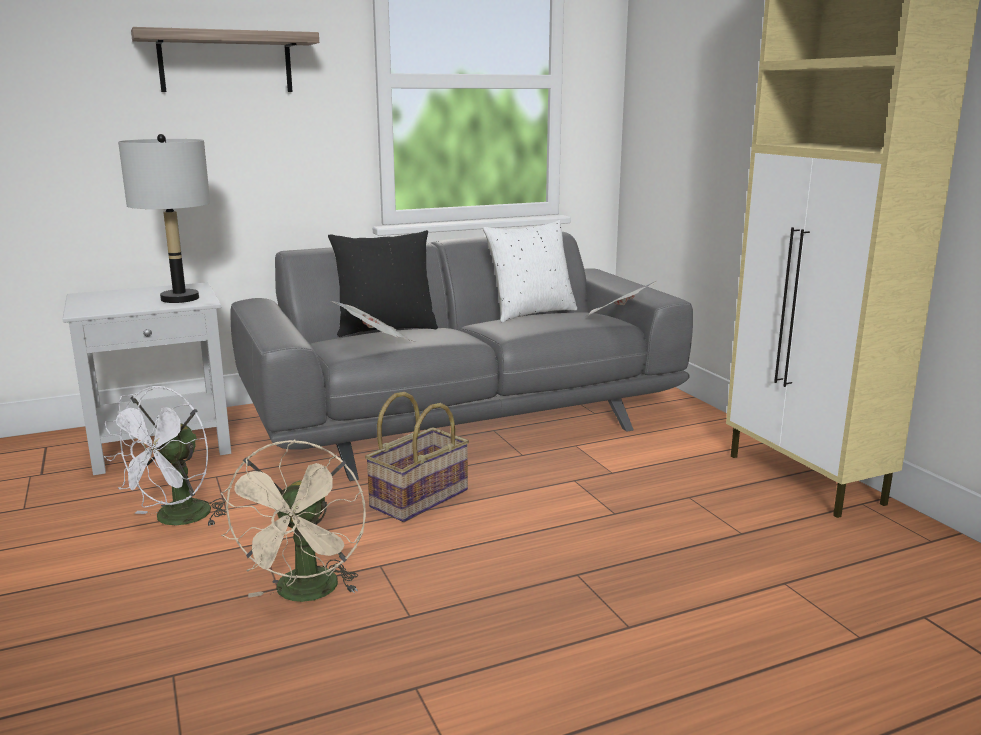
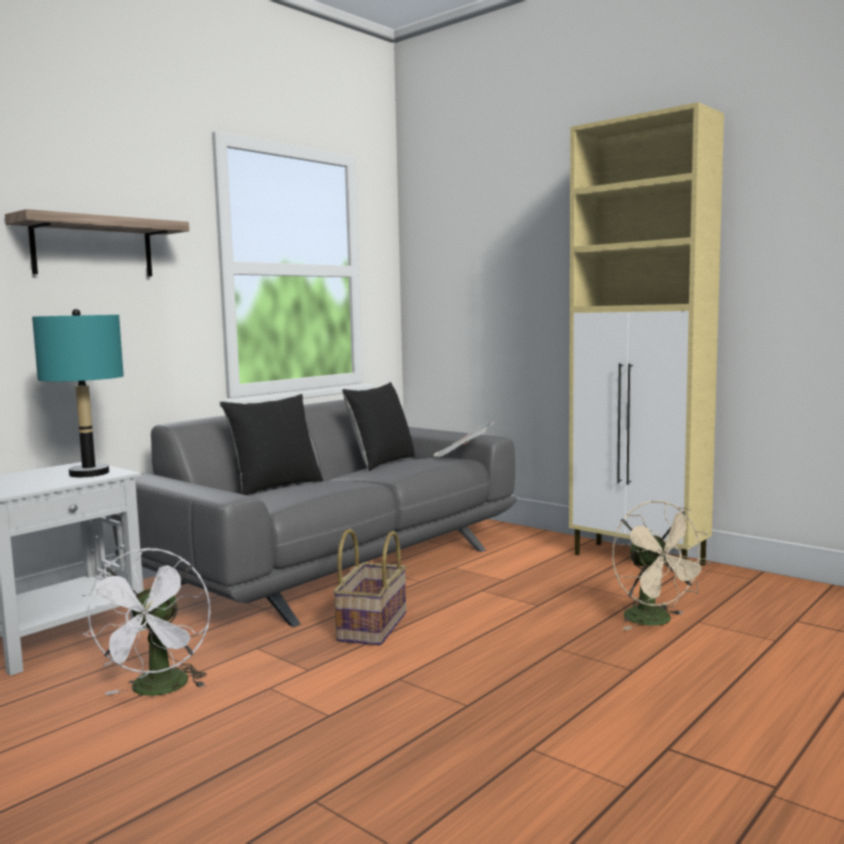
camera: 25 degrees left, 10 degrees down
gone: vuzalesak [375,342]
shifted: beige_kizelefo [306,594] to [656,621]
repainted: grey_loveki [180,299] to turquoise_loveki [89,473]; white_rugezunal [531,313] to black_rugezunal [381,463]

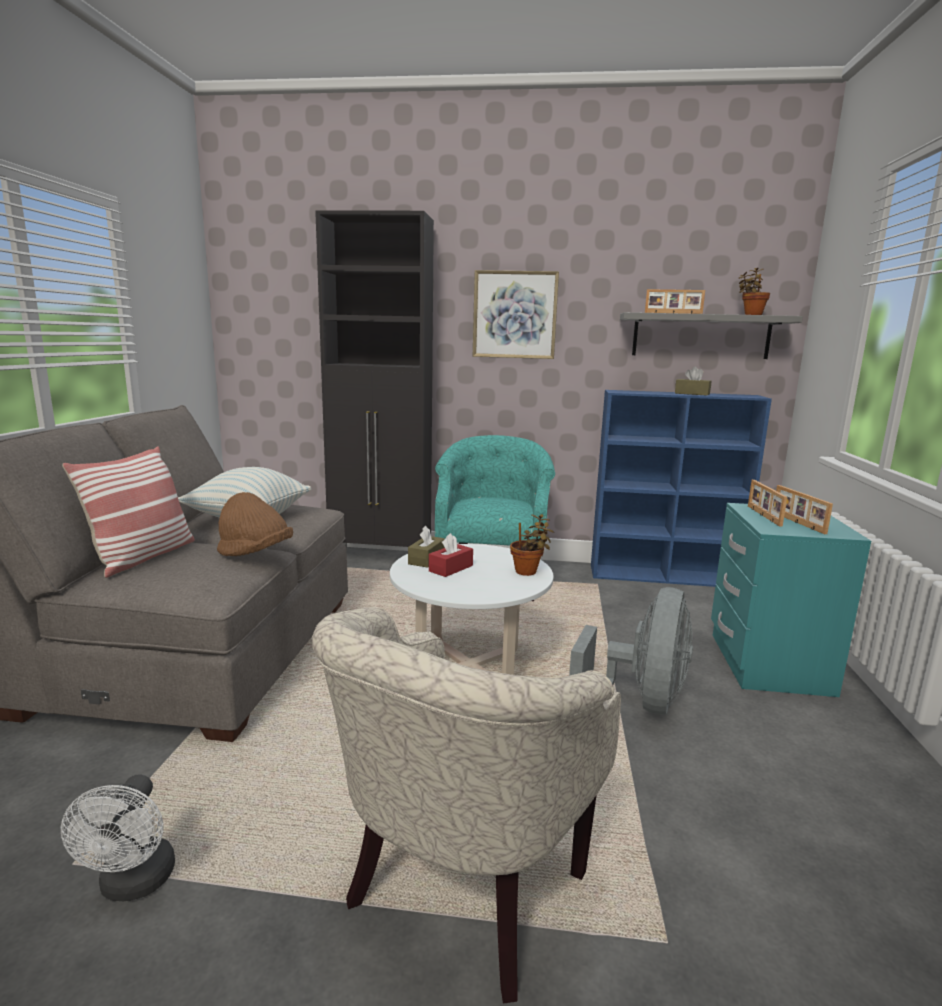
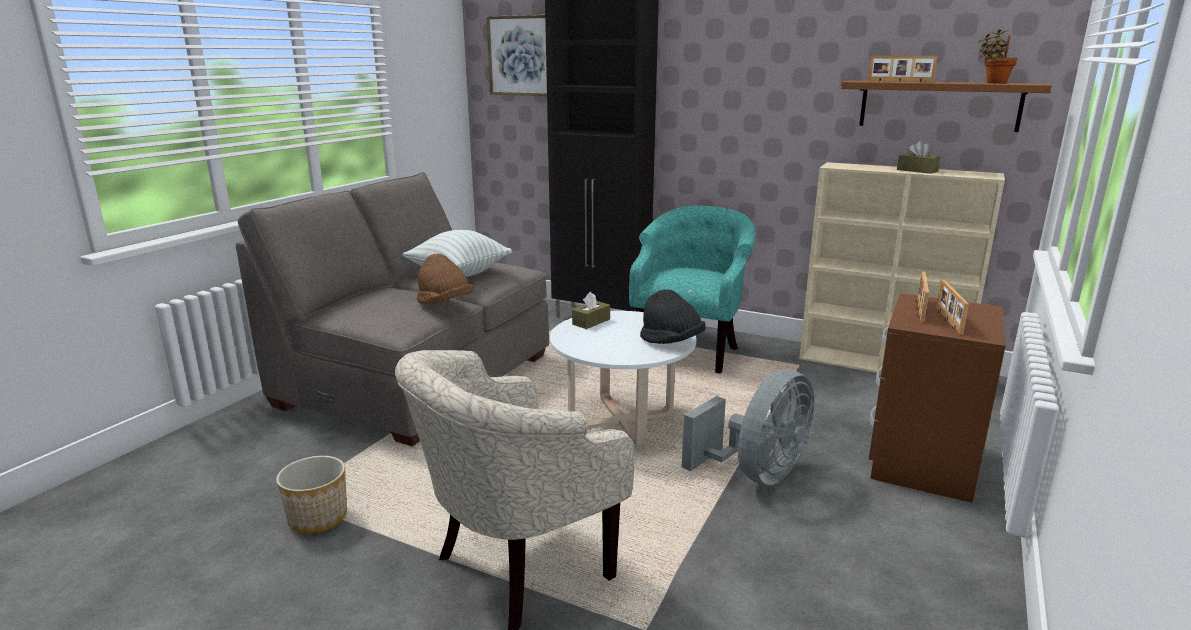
camera: 20 degrees right, 5 degrees up
gone: rugezunal [143,557]; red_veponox [451,568]
shifted: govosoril [514,315] to [521,56]
swapped: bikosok [528,572] to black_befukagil [671,342]; white_kizelefo [133,885] to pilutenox [319,518]
repainted: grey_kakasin [701,336] to brown_kakasin [939,105]; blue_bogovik [665,576] to beige_bogovik [882,365]; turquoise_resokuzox [766,663] to brown_resokuzox [920,462]

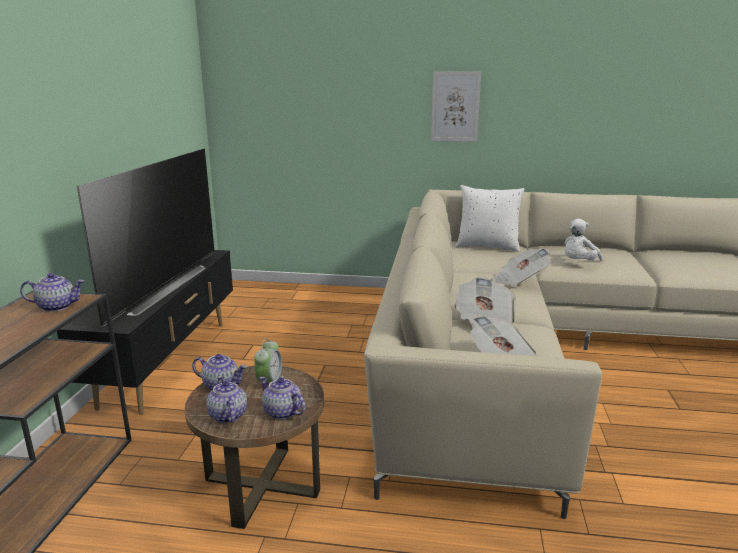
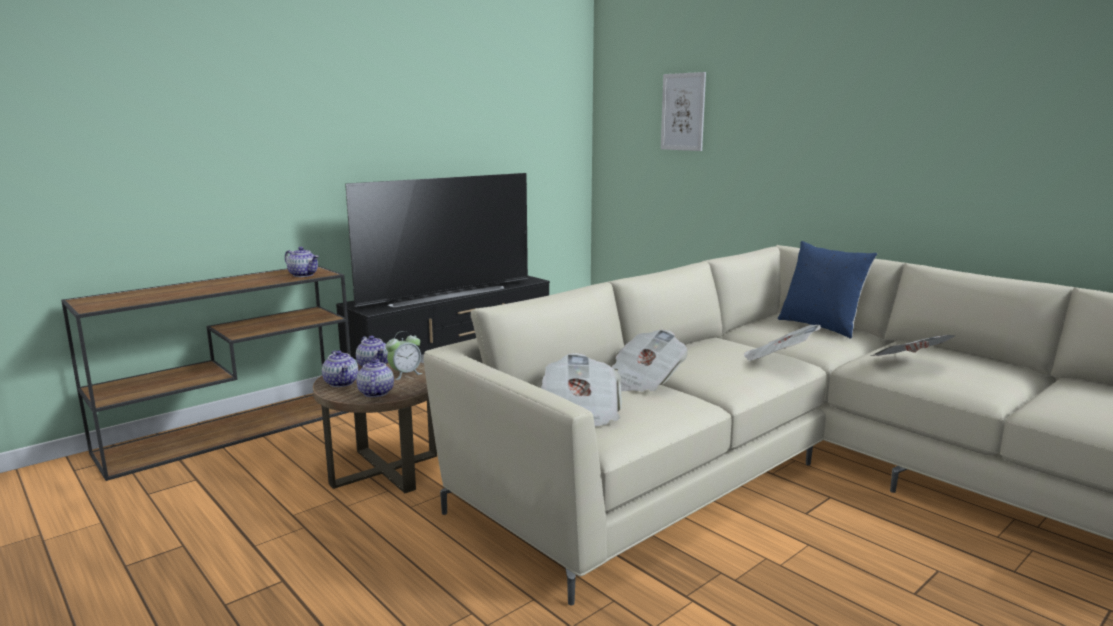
camera: 40 degrees right, 5 degrees down
shifted: govosoril [455,107] to [683,112]
swapped: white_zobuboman [578,263] to vuzalesak [908,364]
repainted: white_rugezunal [487,246] to blue_rugezunal [821,326]
rotated: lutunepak [227,415] = [342,383] 135 degrees clockwise

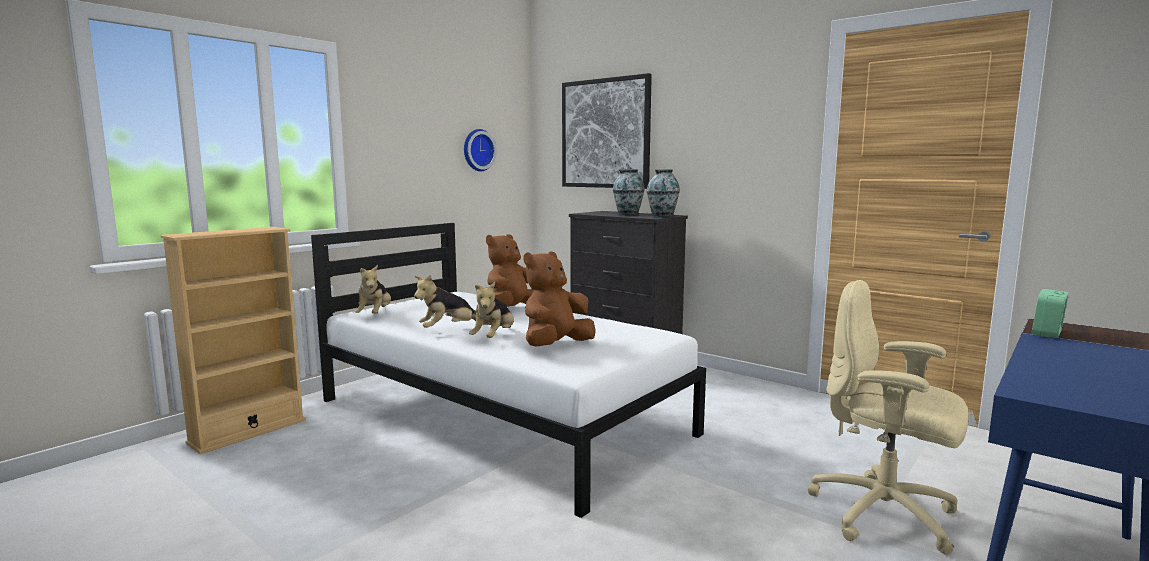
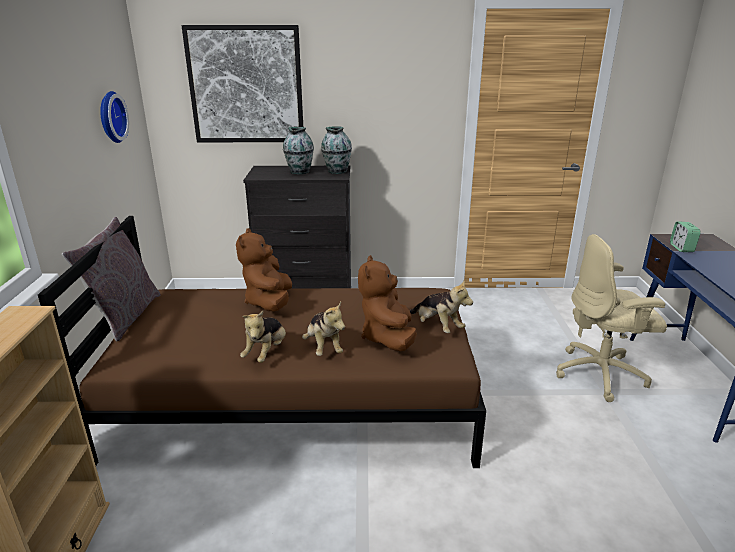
camera: 40 degrees left, 15 degrees up
new: grey_rugezunal [125,316]
shifted: zobuboman [375,315] to [437,327]
repainted: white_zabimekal [501,416] to brown_zabimekal [295,404]

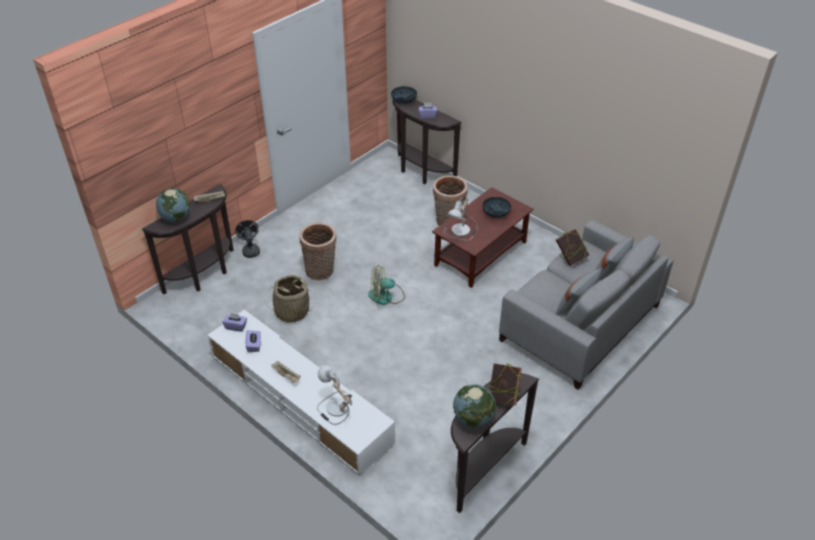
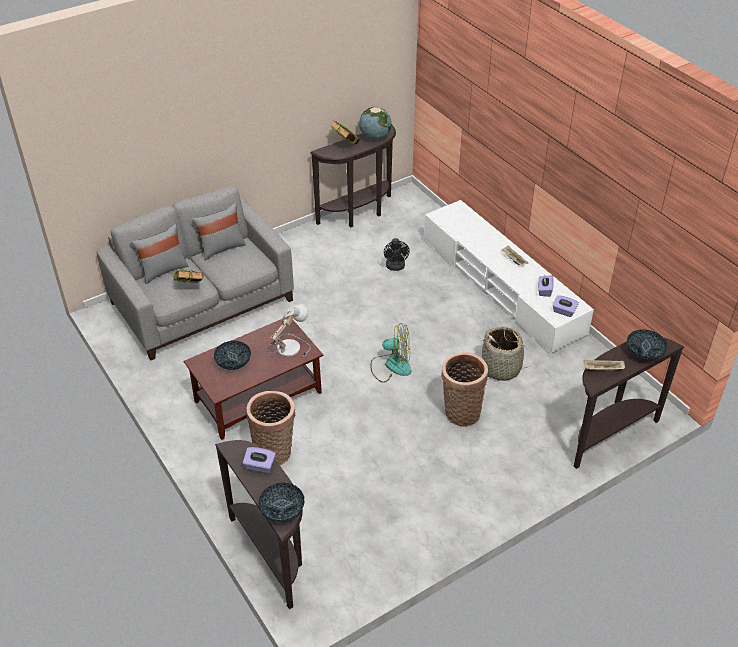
camera: 165 degrees left, 0 degrees up
gone: loveki [334,407]
shifted: black_kizelefo [250,250] to [395,267]
swapped: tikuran [176,217] to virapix [644,352]

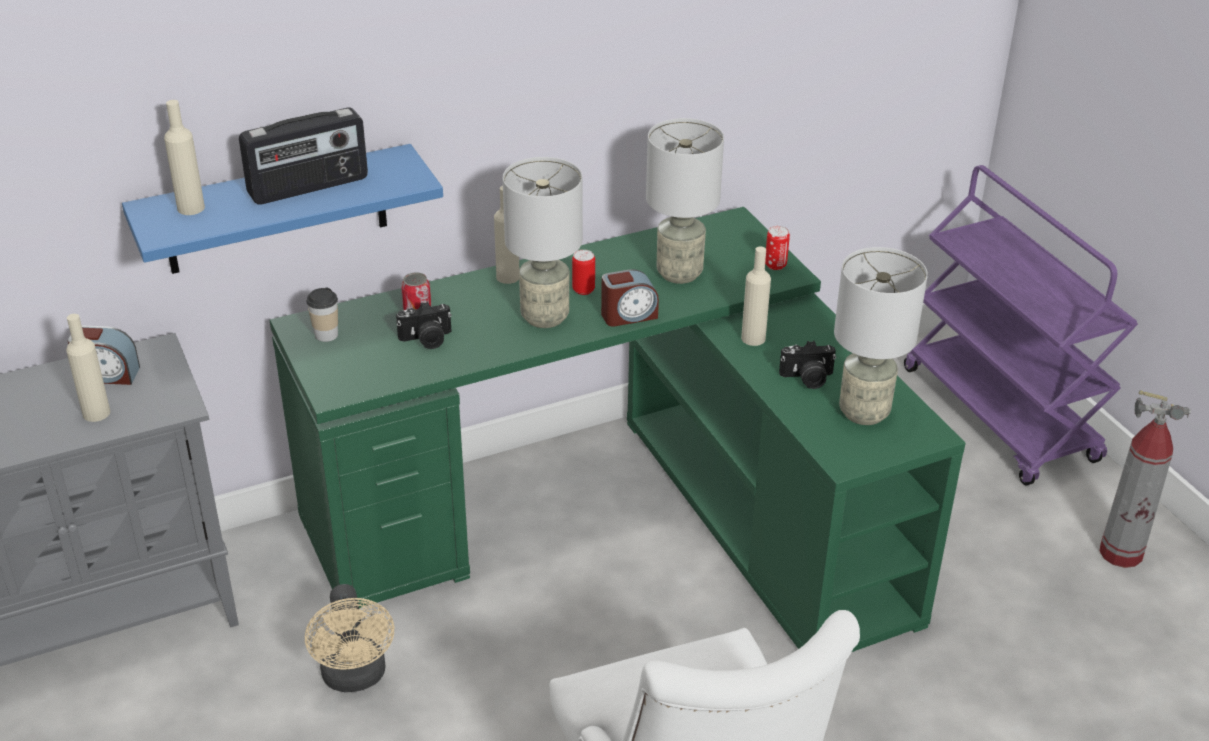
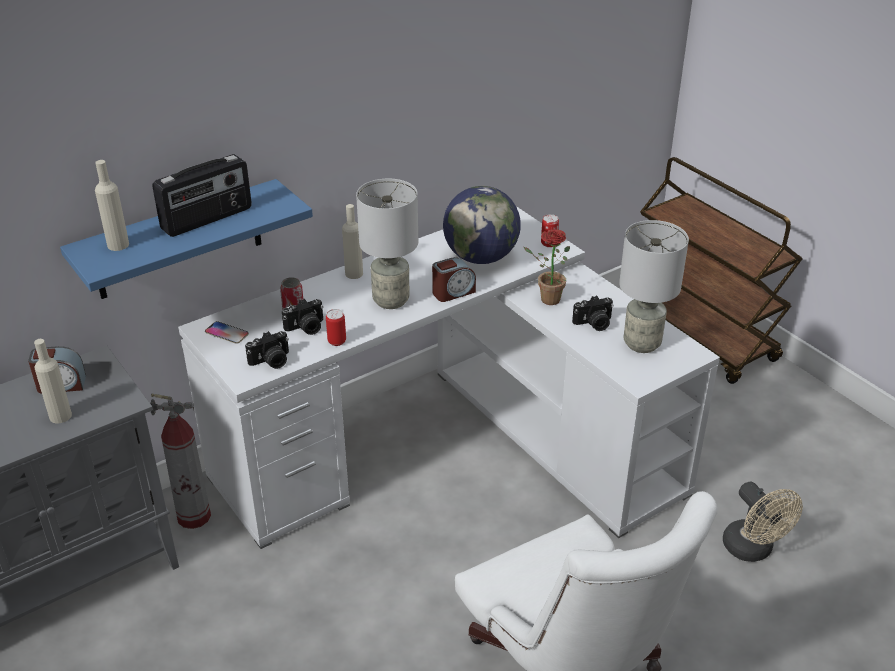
camera: 10 degrees left, 0 degrees up
new: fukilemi [271,361]
shifted: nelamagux [583,290] to [337,341]; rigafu [1121,553] to [194,516]; beige_kizelefo [355,678] to [753,550]
swapped: grey_loveki [679,274] to tikuran [481,257]; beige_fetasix [753,338] to bikosok [546,299]; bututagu [326,335] to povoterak [226,333]
repainted: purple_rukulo [1001,415] to brown_rukulo [701,336]; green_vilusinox [626,516] to white_vilusinox [455,443]

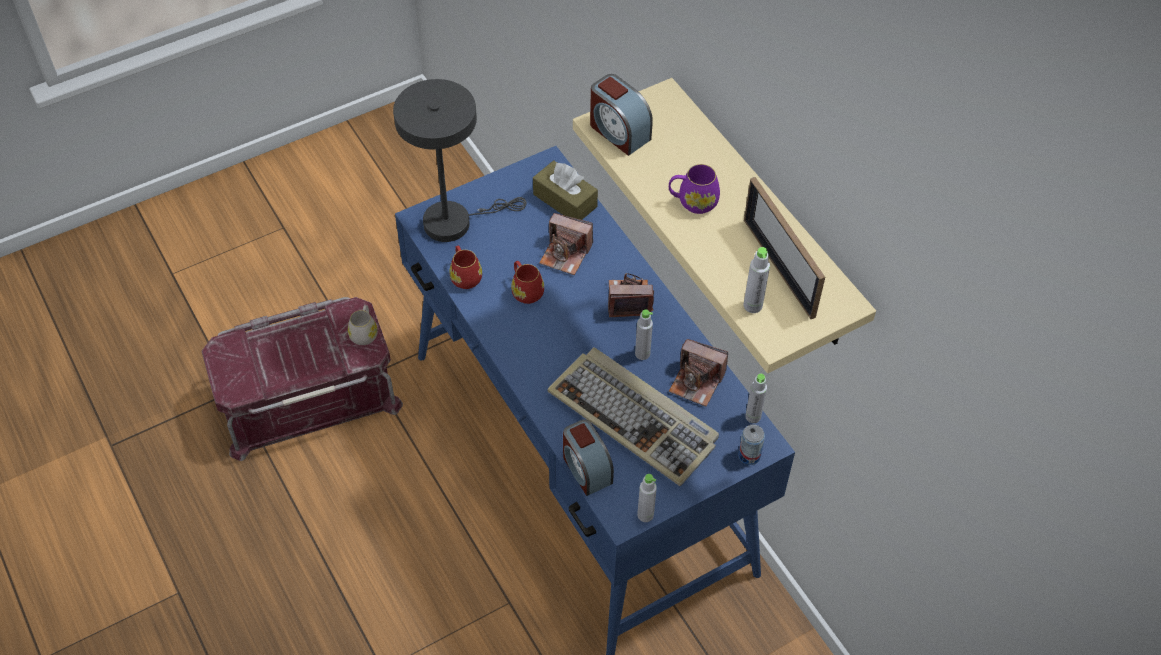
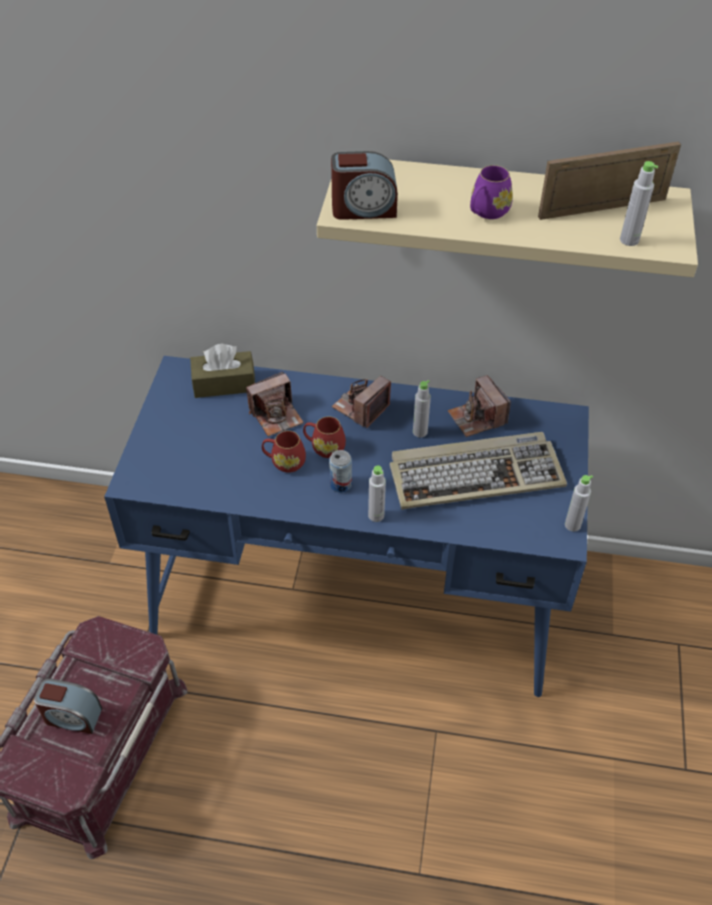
camera: 50 degrees left, 5 degrees down
gone: grey_loveki [455,221]; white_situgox [364,333]
shifted: red_situgox [465,276] to [324,447]; grey_fetasix [753,416] to [376,515]; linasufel [586,468] to [72,716]; nelamagux [749,455] to [340,484]
rotated: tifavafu [779,267] = [602,208] 150 degrees clockwise; fukilemi [697,382] = [477,418] 90 degrees clockwise

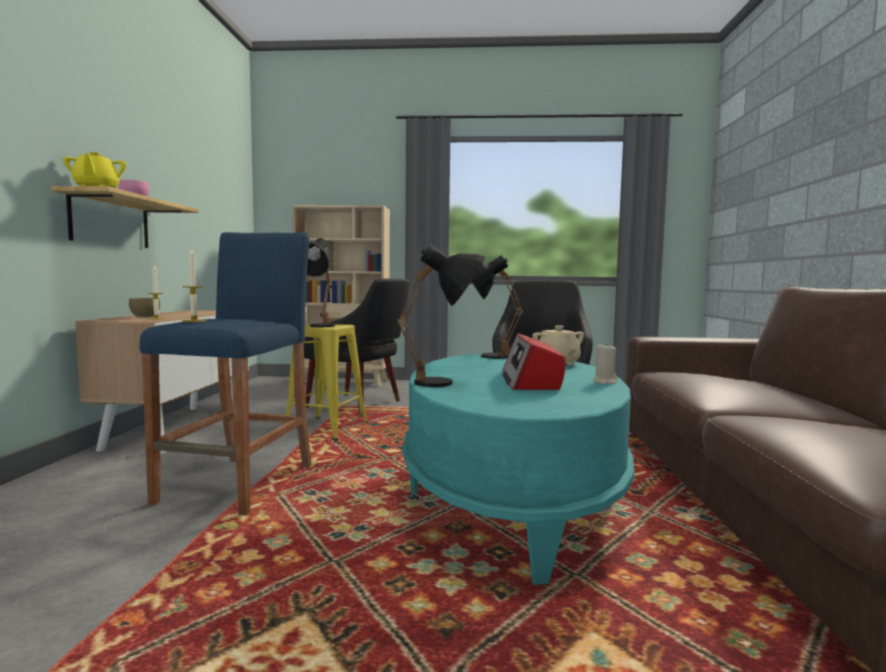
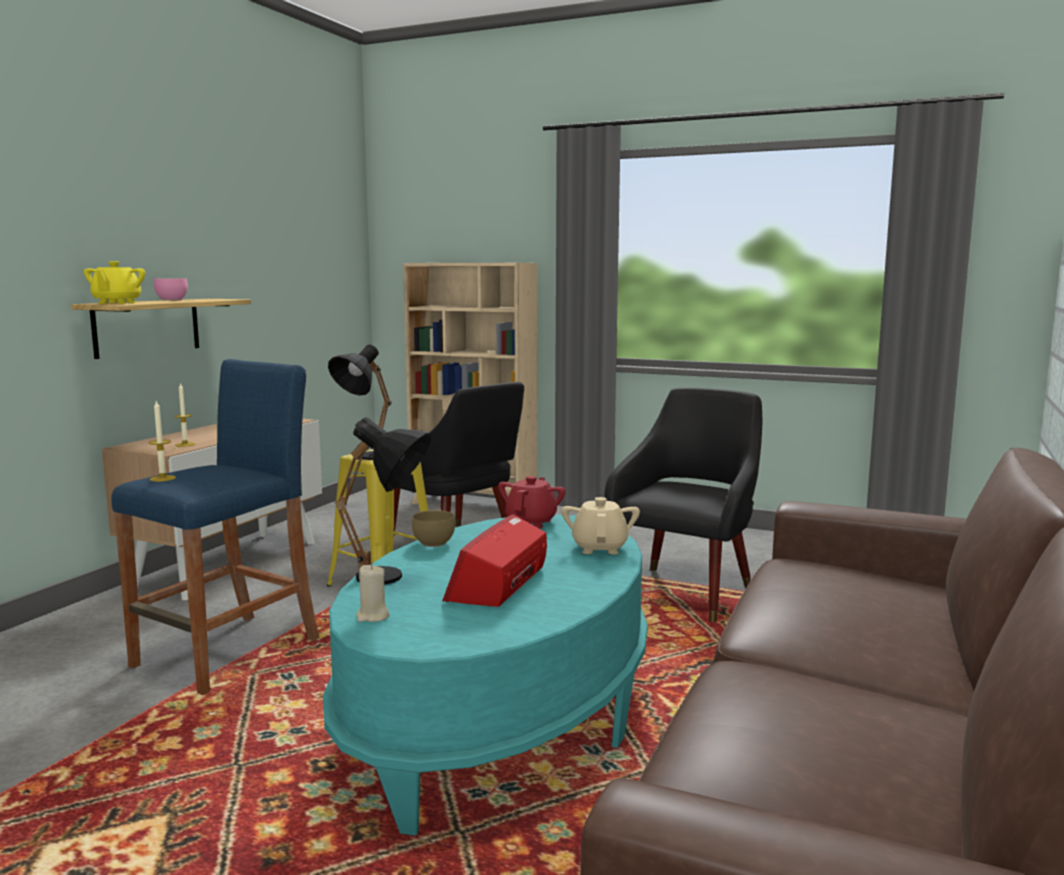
camera: 20 degrees right, 5 degrees up
shifted: brown_virapix [144,317] to [433,543]; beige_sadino [604,382] to [372,616]
swapped: black_loveki [484,356] to red_lutunepak [531,522]

